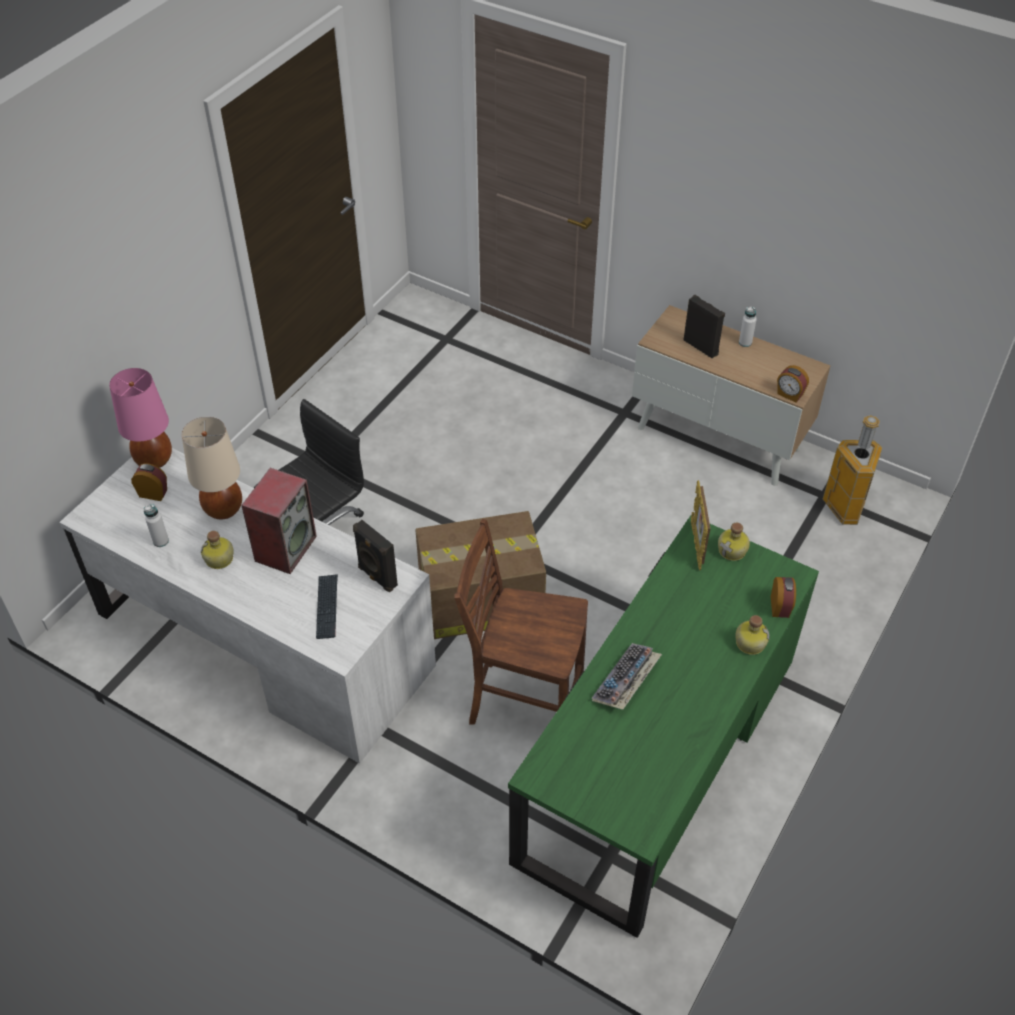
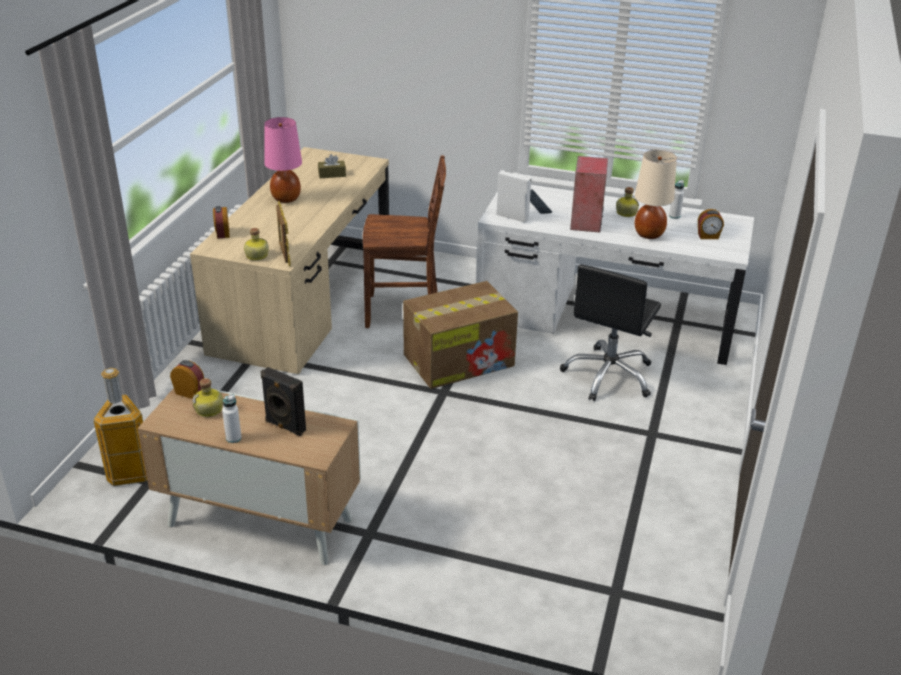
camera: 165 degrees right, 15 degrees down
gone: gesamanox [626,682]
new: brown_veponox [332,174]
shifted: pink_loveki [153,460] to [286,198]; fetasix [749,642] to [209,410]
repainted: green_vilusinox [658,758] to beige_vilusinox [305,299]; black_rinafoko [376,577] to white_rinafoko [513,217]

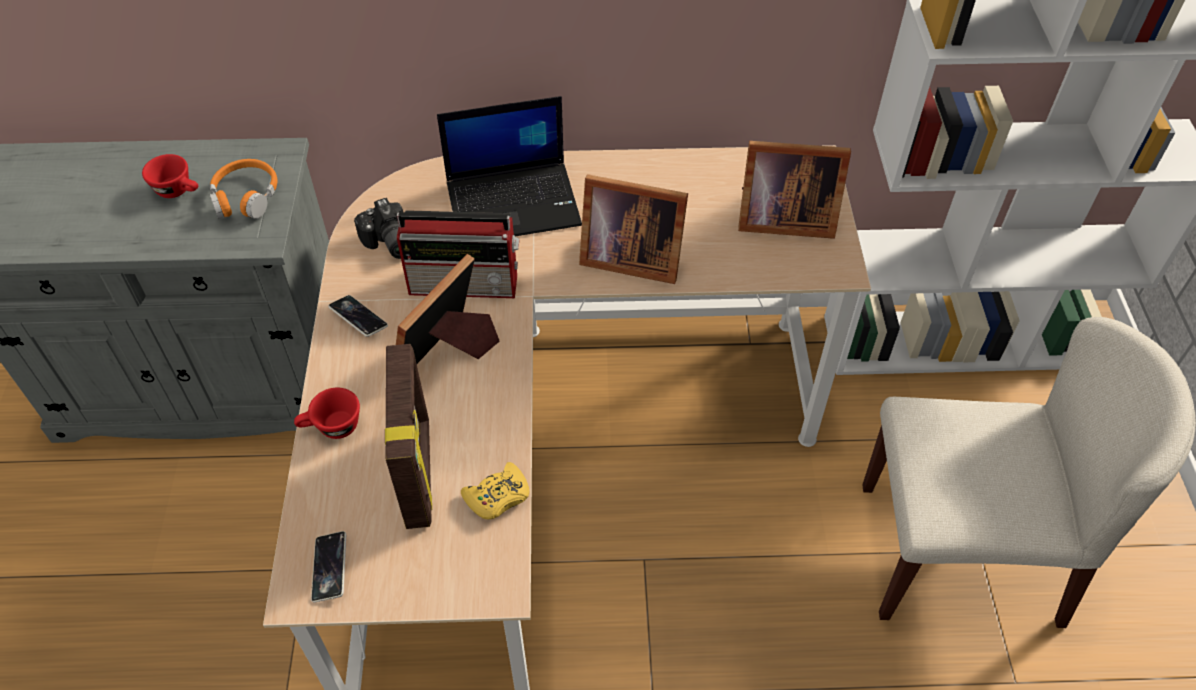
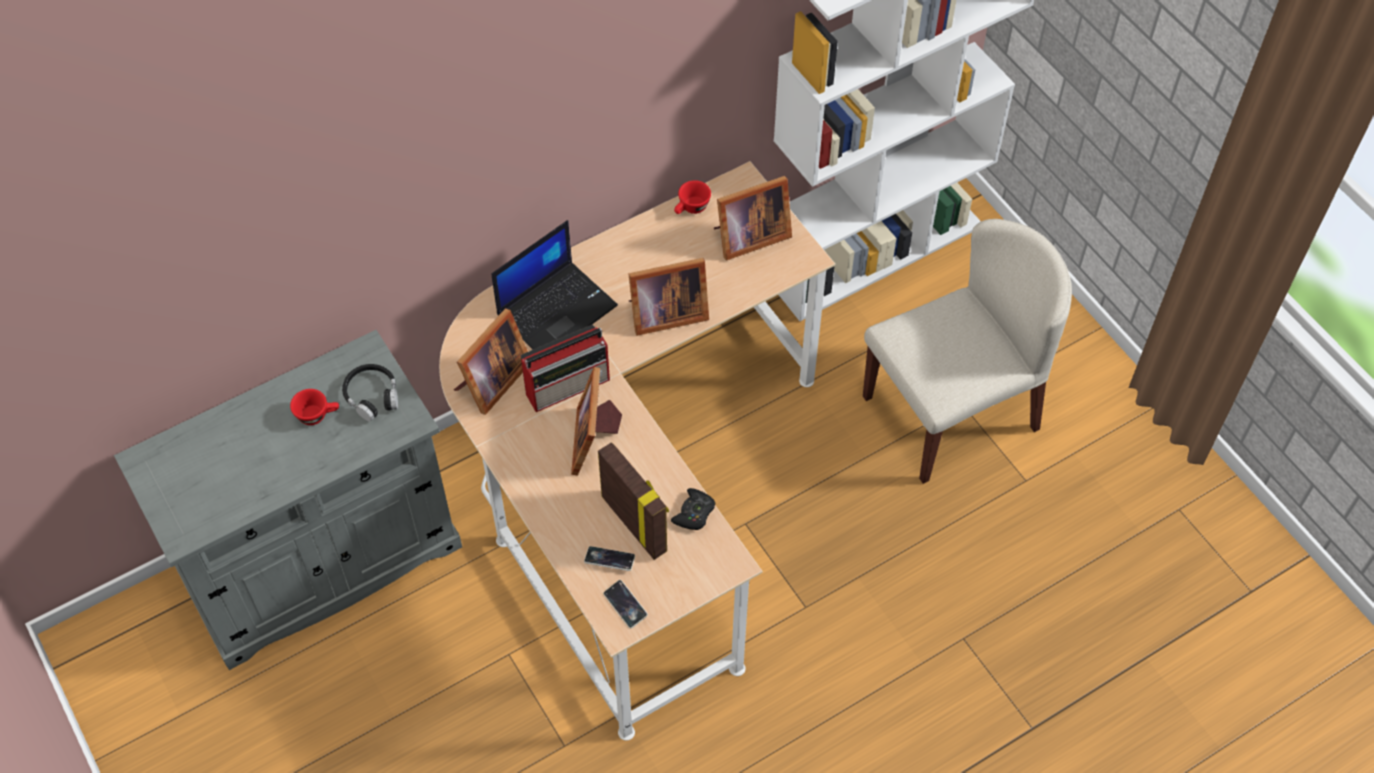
camera: 30 degrees left, 5 degrees up
shifted: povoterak [358,318] to [609,560]; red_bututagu [332,428] to [691,209]
swapped: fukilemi [388,243] to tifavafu [491,382]
repainted: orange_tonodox [246,197] to black_tonodox [372,396]; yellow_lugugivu [498,496] to black_lugugivu [694,513]

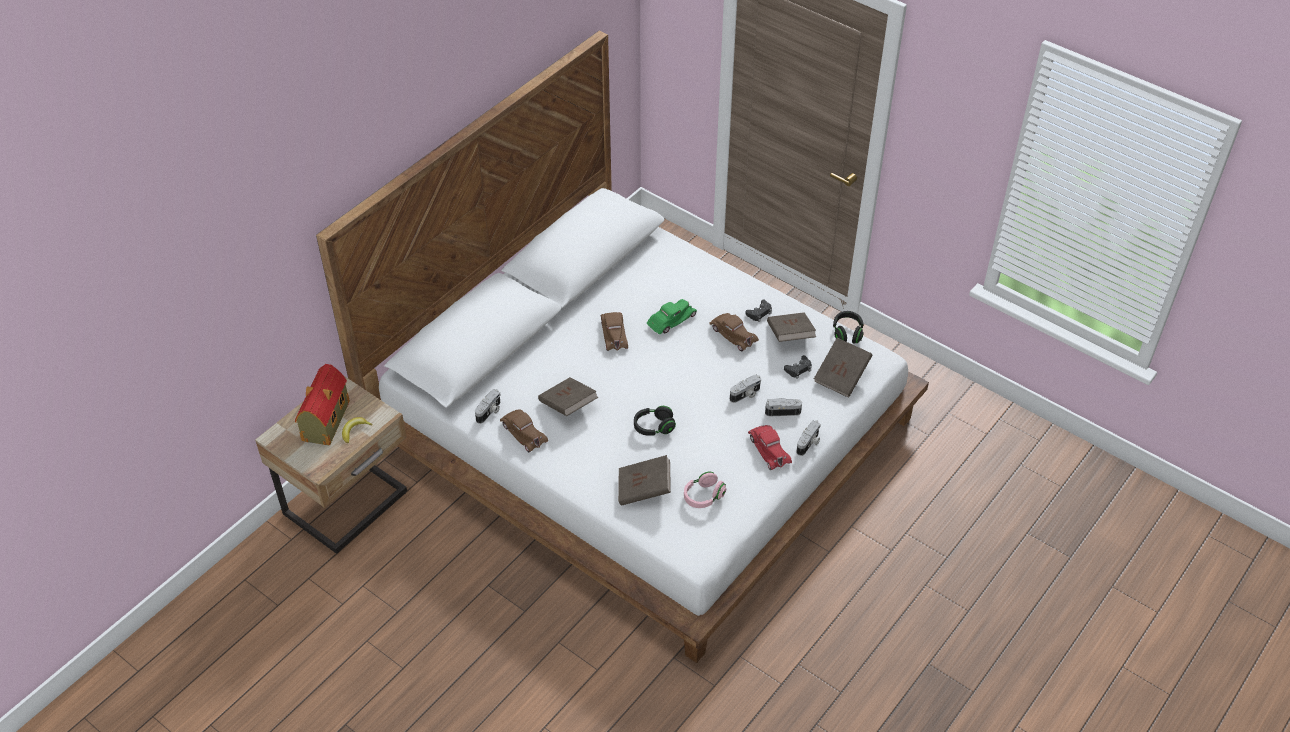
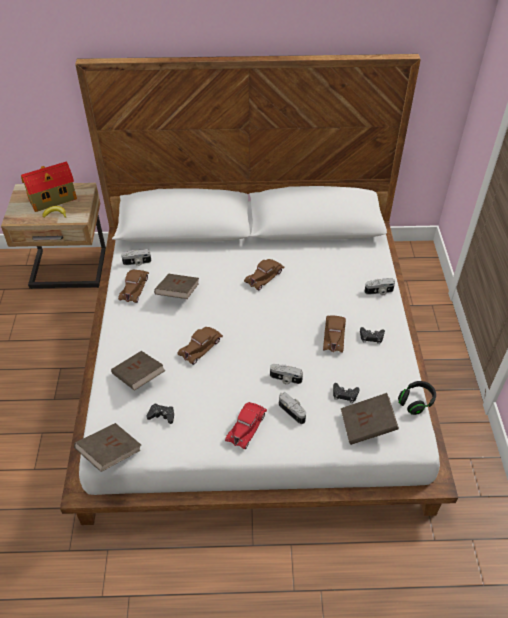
camera: 50 degrees right, 0 degrees up
gone: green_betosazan [671,320]
shifted: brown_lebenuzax [790,336] to [110,453]; fukilemi [809,444] to [379,292]
swapped: black_tonodox [654,427] to brown_betosazan [200,347]; pink_tonodox [703,496] to black_lugugivu [162,415]

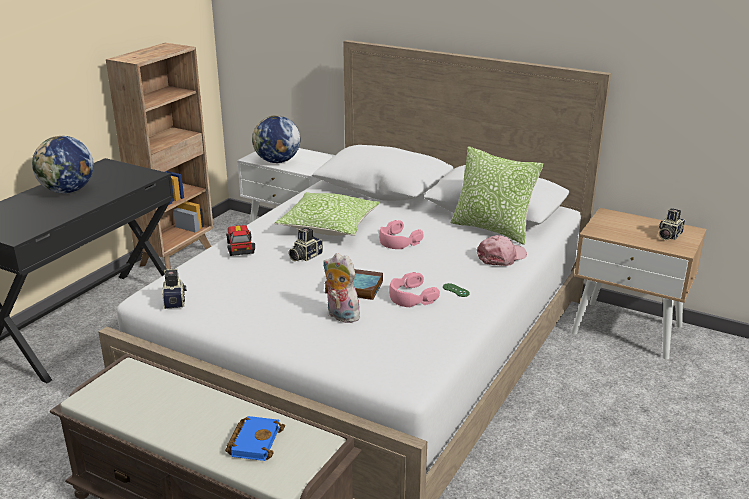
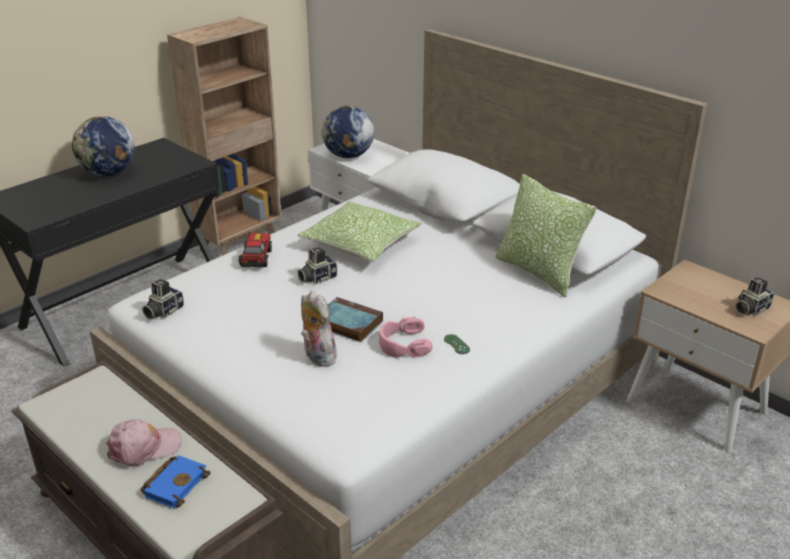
camera: 15 degrees right, 5 degrees up
gone: pink_tonodox [398,241]
shifted: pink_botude [501,257] to [144,448]
rotated: fukilemi [175,300] = [163,311] 150 degrees counterclockwise

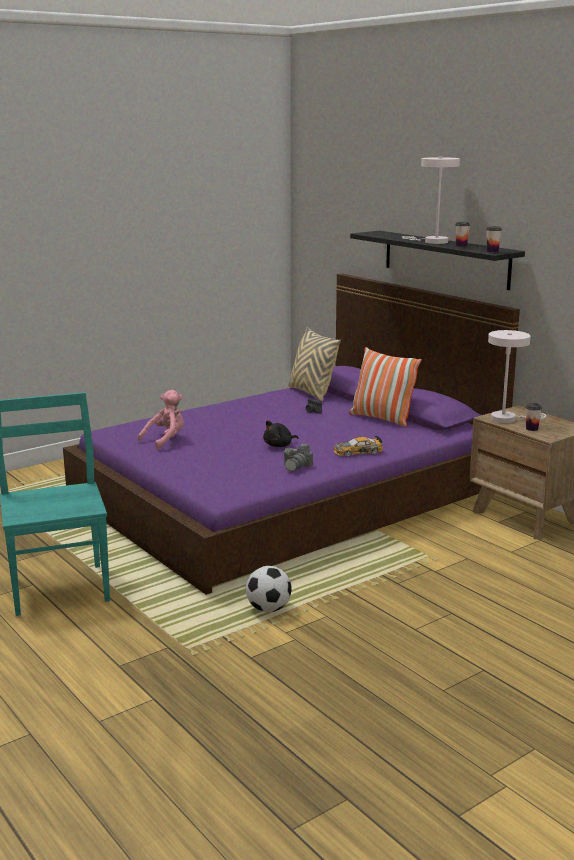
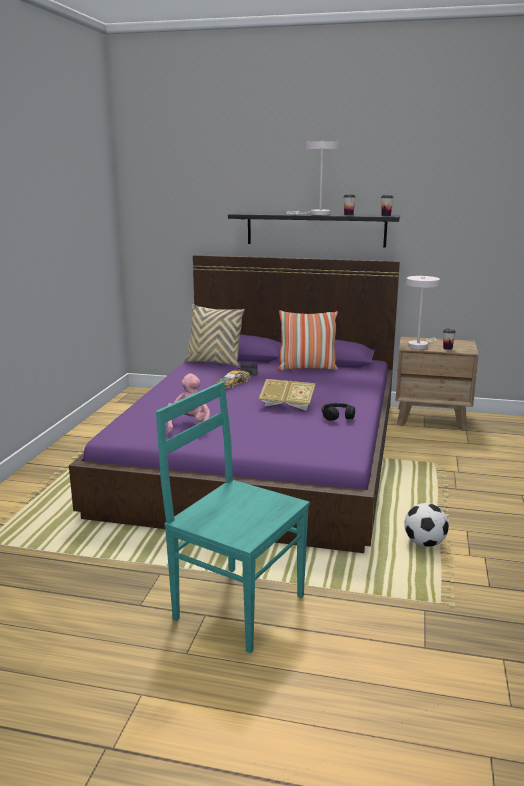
camera: 40 degrees left, 0 degrees up
shifted: betosazan [357,451] to [233,383]
swapped: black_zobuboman [279,445] to lebenuzax [287,405]; fukilemi [297,466] to black_tonodox [337,416]

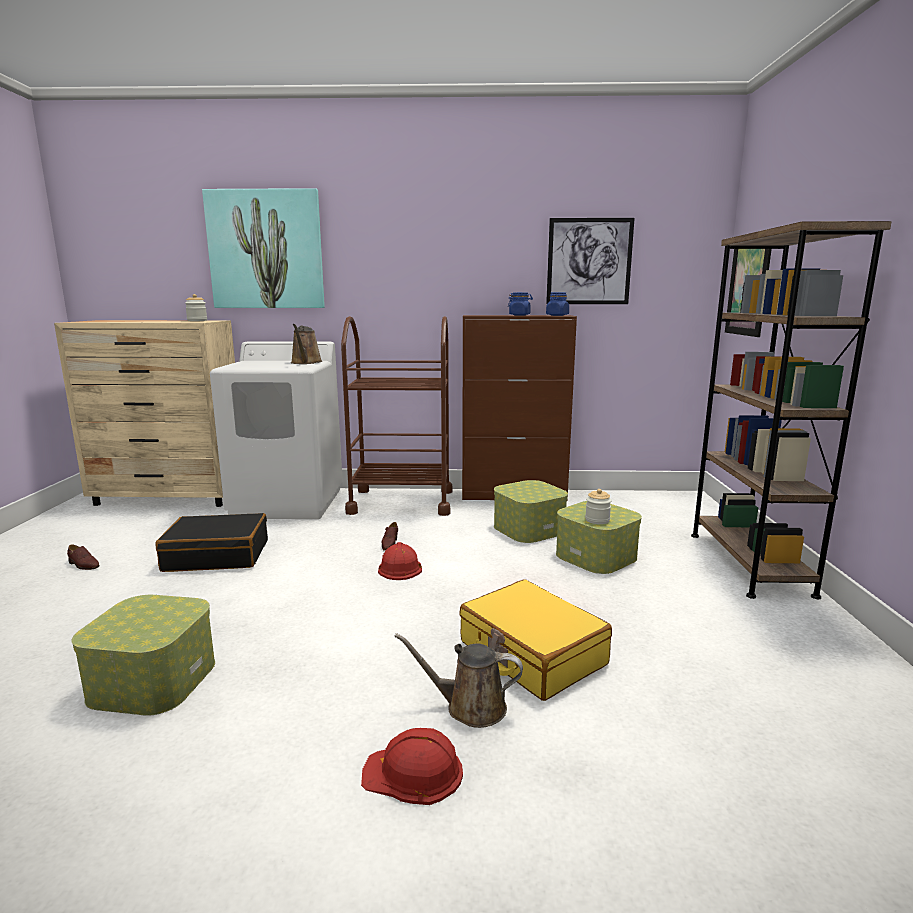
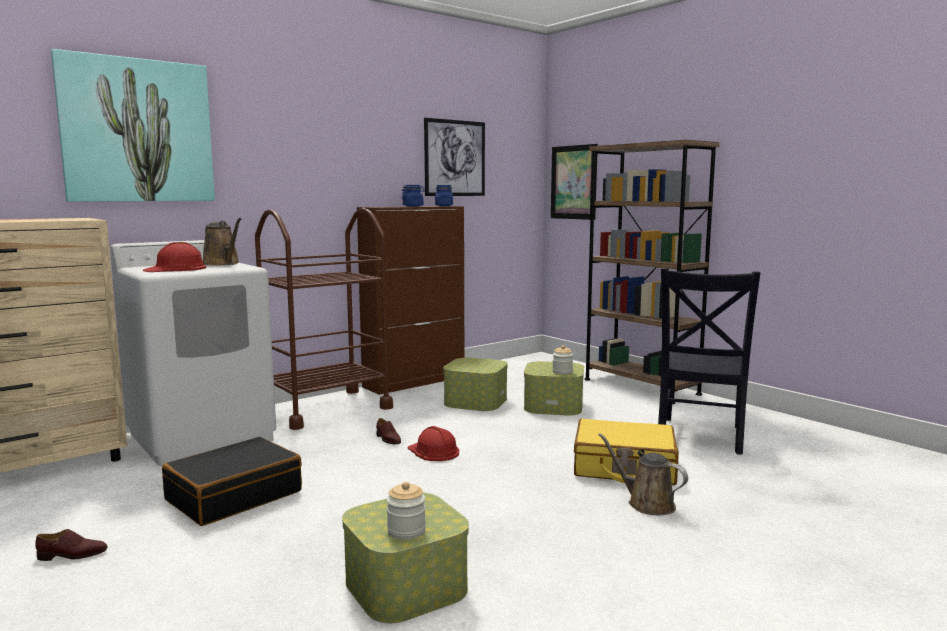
camera: 40 degrees left, 5 degrees down
new: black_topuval [699,437]
shifted: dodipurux [197,320] to [406,531]; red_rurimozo [413,773] to [176,269]
rotated: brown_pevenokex [470,707] = [646,503] 75 degrees clockwise

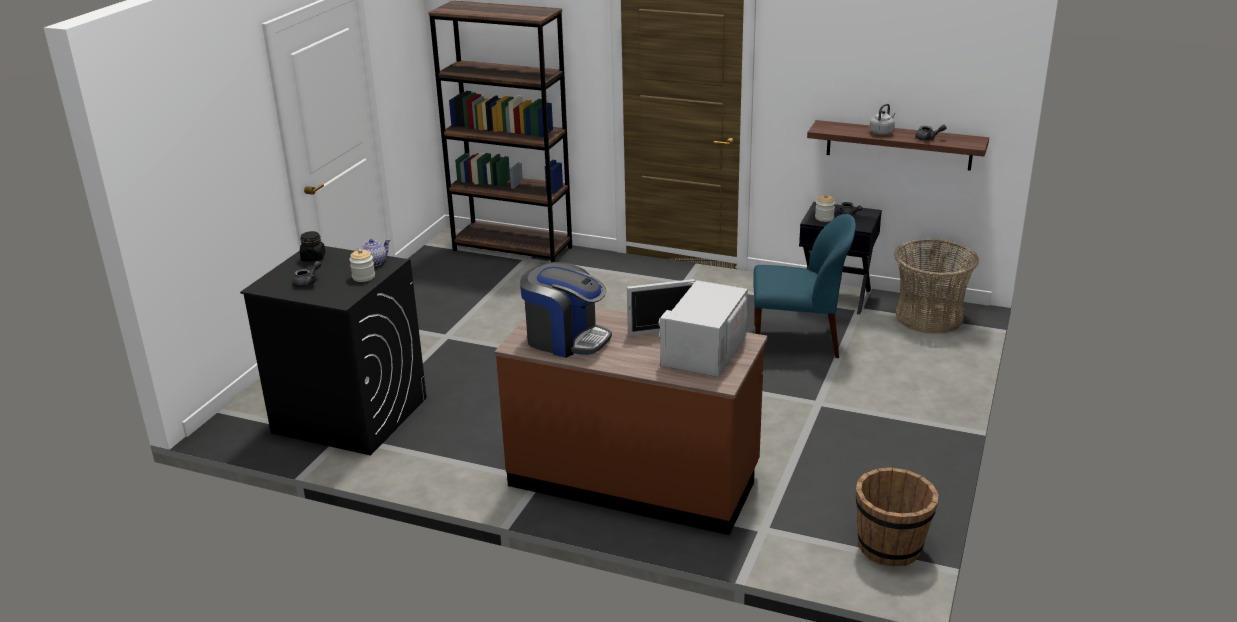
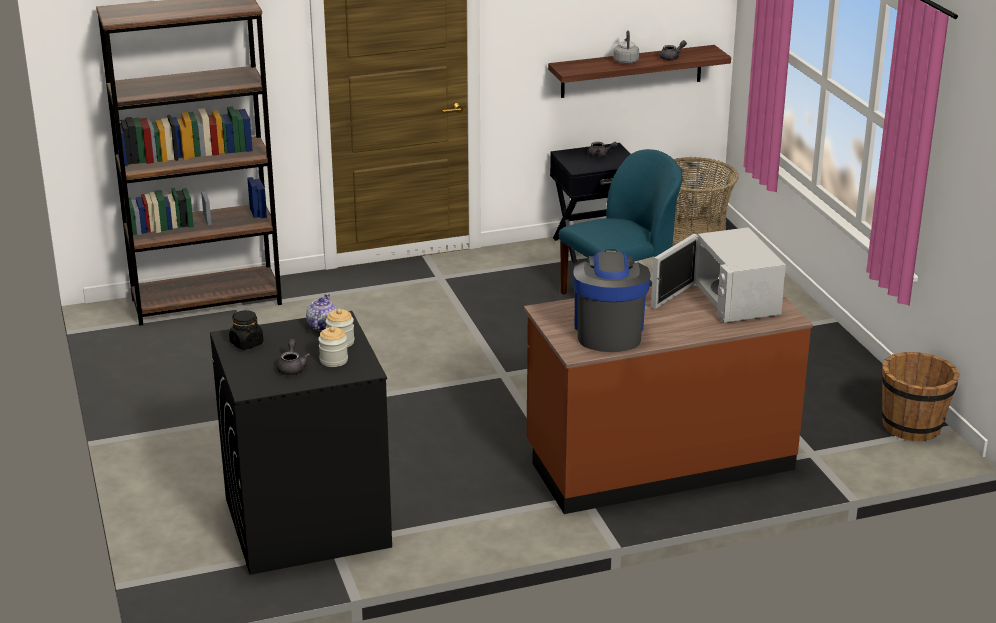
camera: 40 degrees left, 0 degrees up
shifted: dodipurux [824,218] to [333,360]
rotated: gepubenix [566,339] = [608,331] 75 degrees counterclockwise

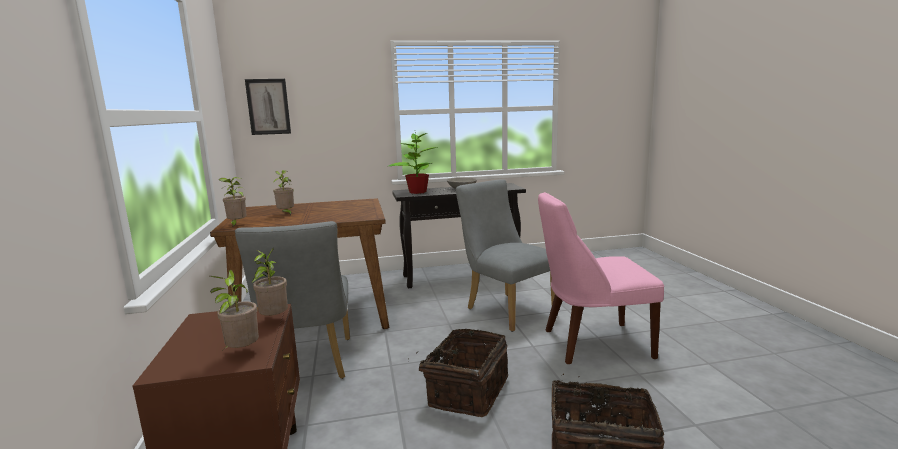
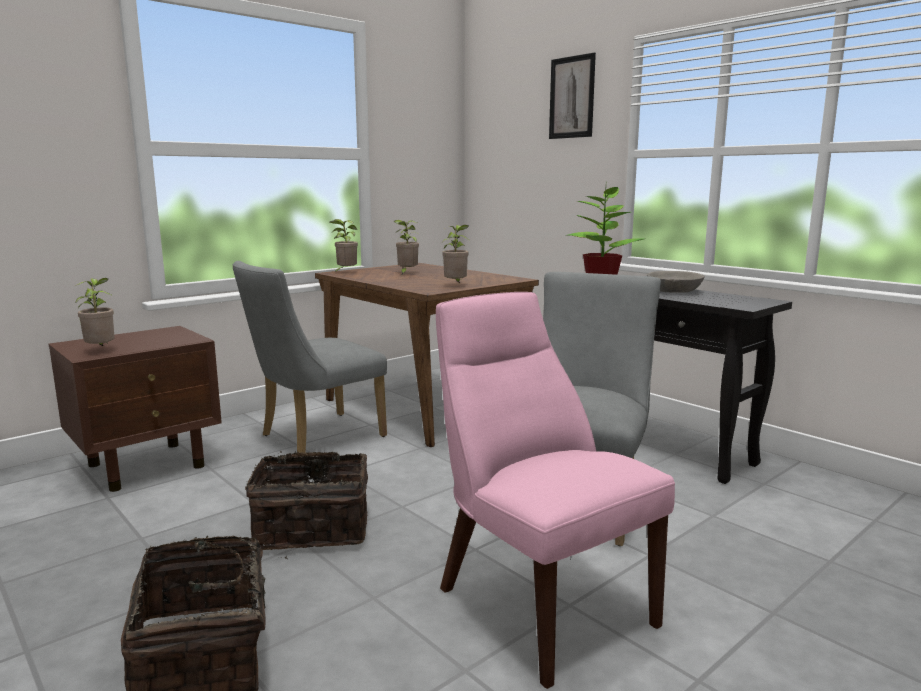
camera: 60 degrees right, 0 degrees up
shifted: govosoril [268,106] to [572,97]; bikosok [274,320] to [456,285]

